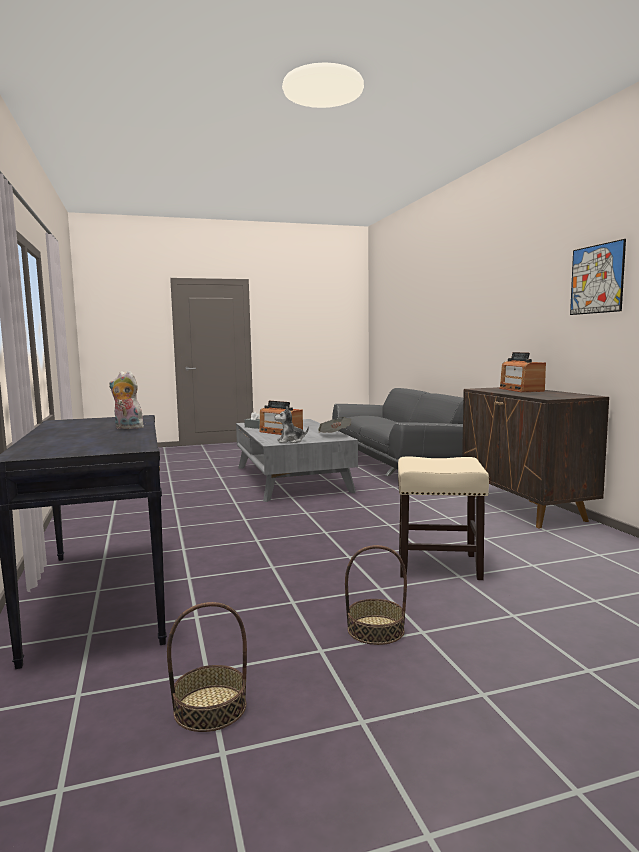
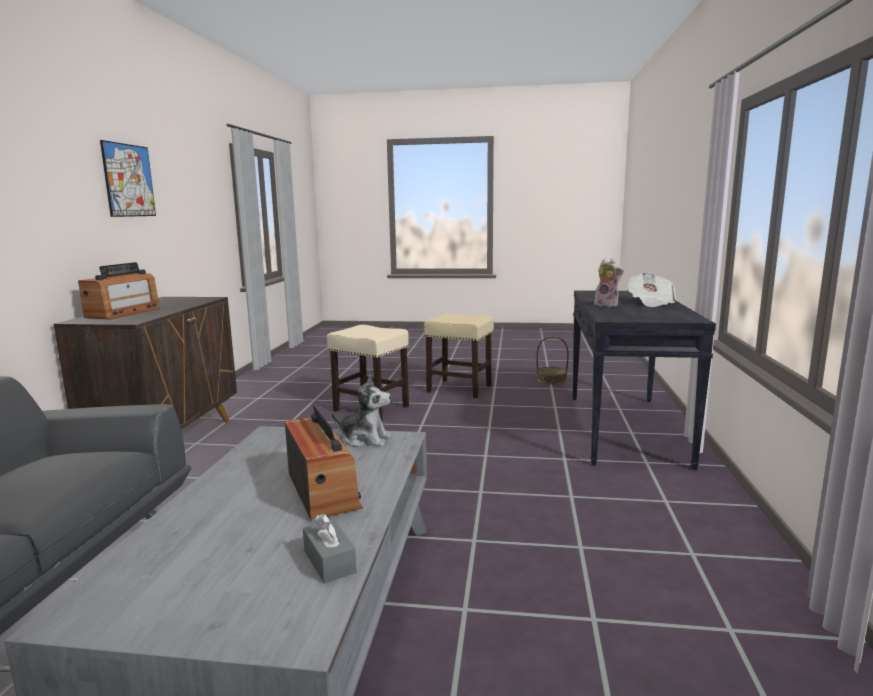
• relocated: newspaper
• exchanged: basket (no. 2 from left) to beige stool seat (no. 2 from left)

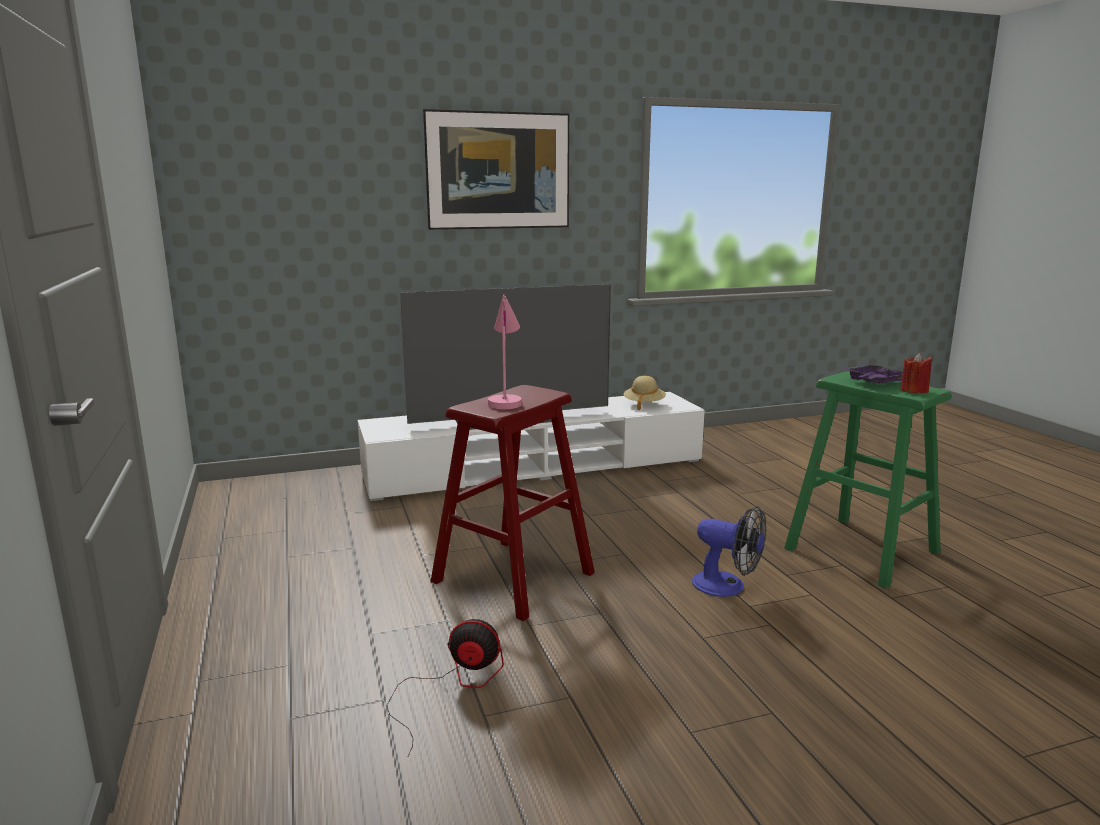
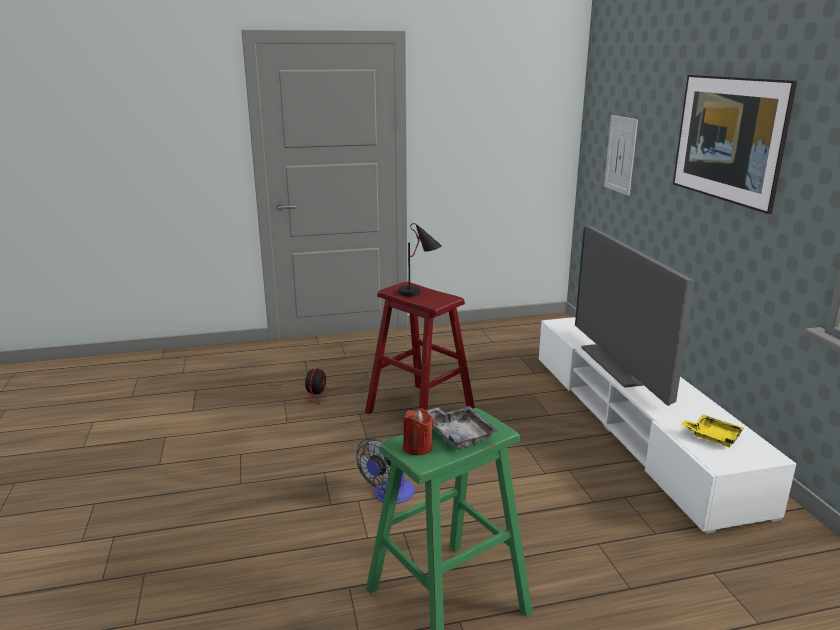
• colour: pink table lamp to black table lamp
• colour: purplish tray to grey tray
• exchanged: beige wearable hat to yellowish tray
• appeared: wall art (no. 1 from left)

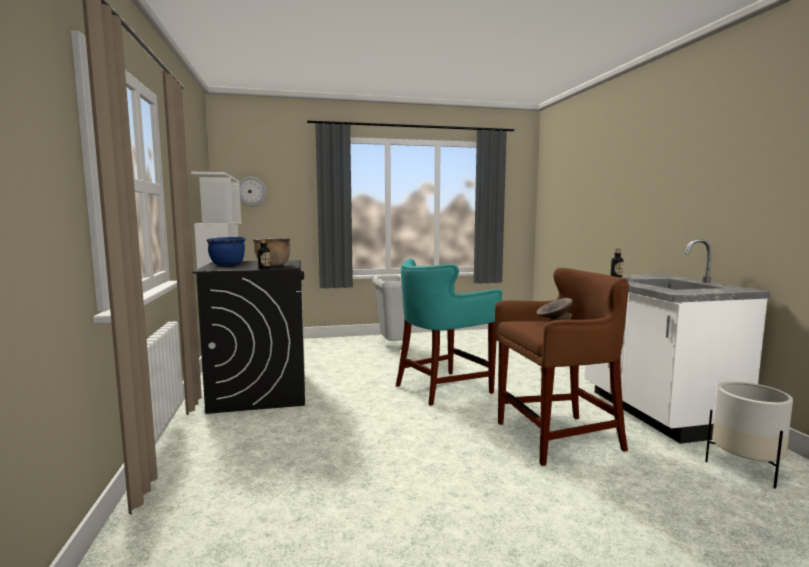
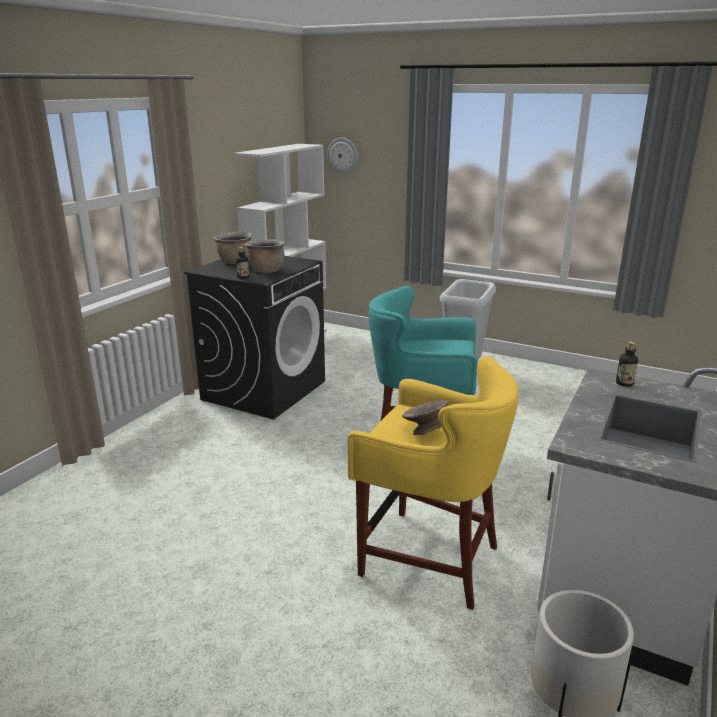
• colour: blue-coloured saucepot to brownish saucepot (no. 1 from left)
• colour: brownish stool seat to yellowish stool seat

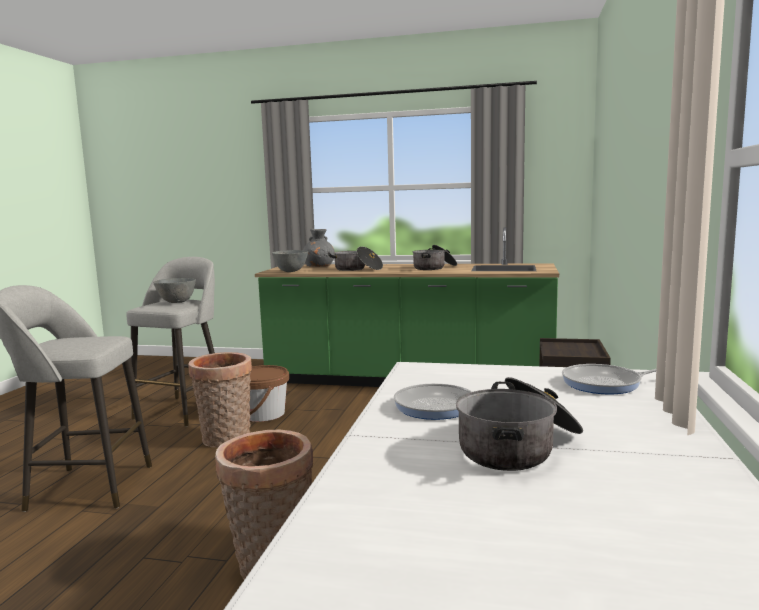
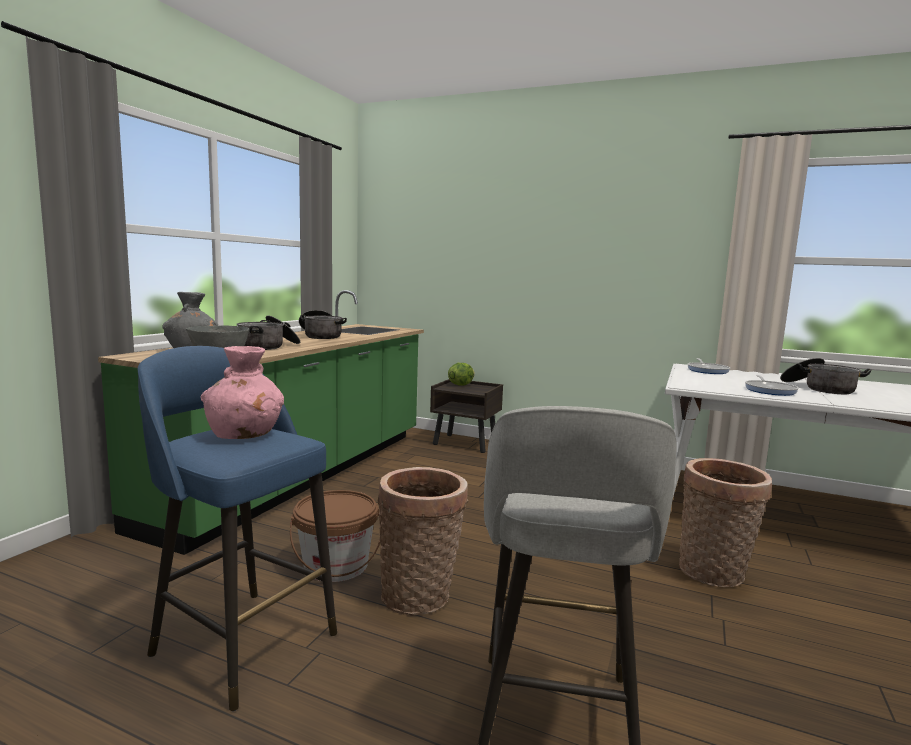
• colour: grey stool seat (no. 2 from left) to blue-coloured stool seat
• exchanged: grey deep dish (no. 1 from left) to pink decorative vase
• appeared: lettuce

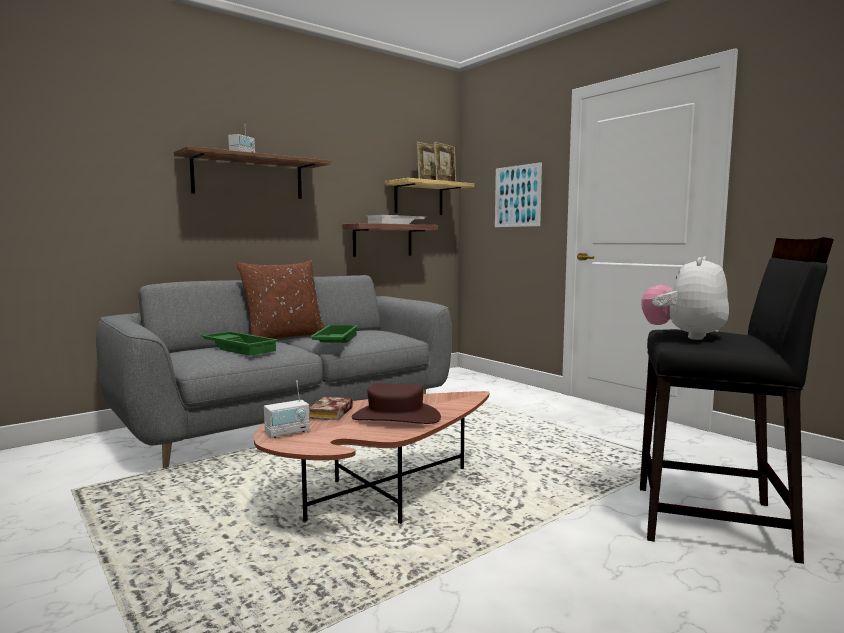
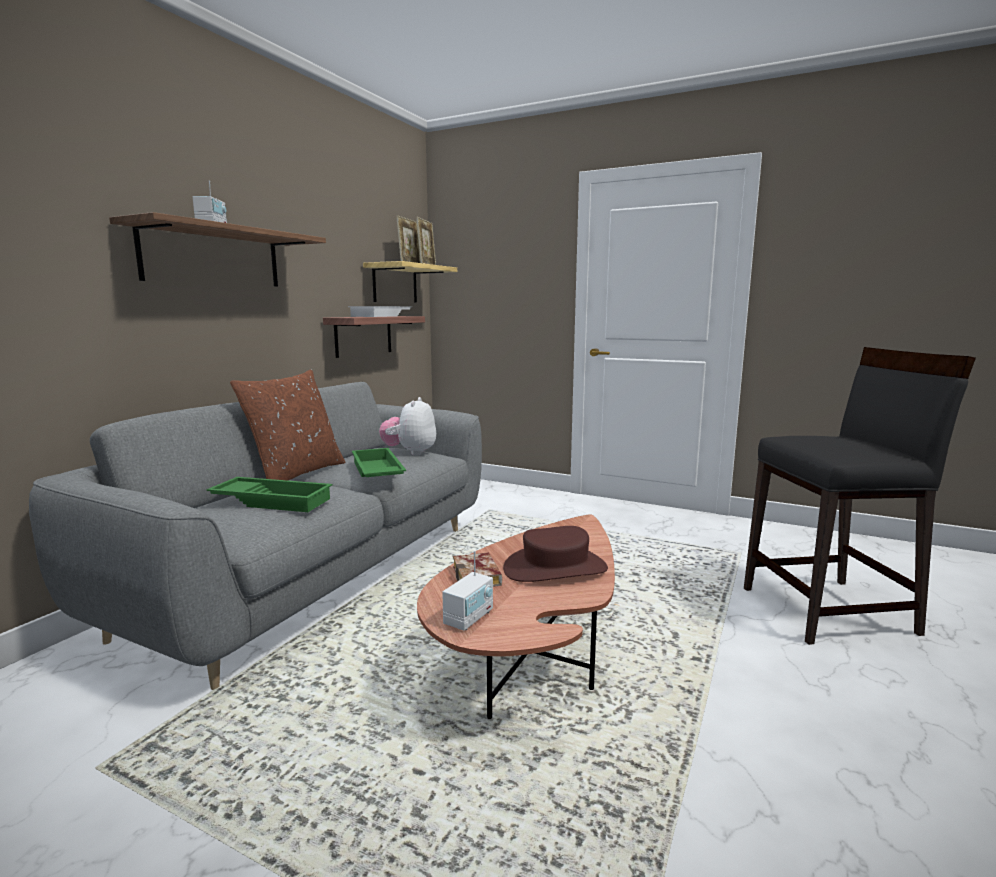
• missing: wall art
• relocated: soft toy

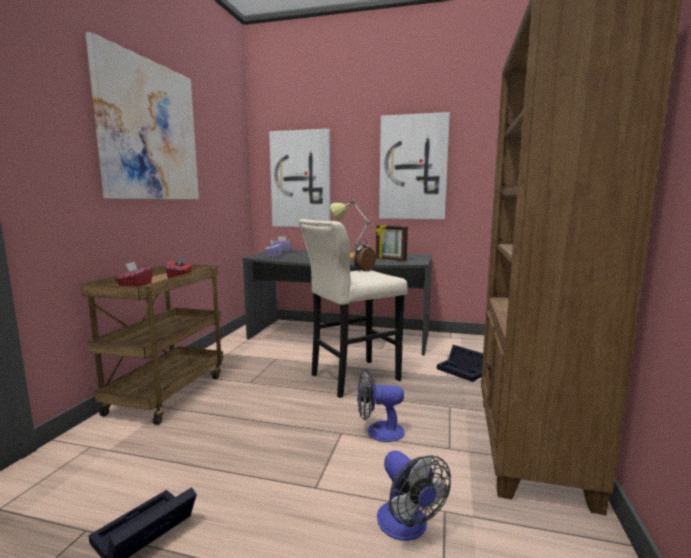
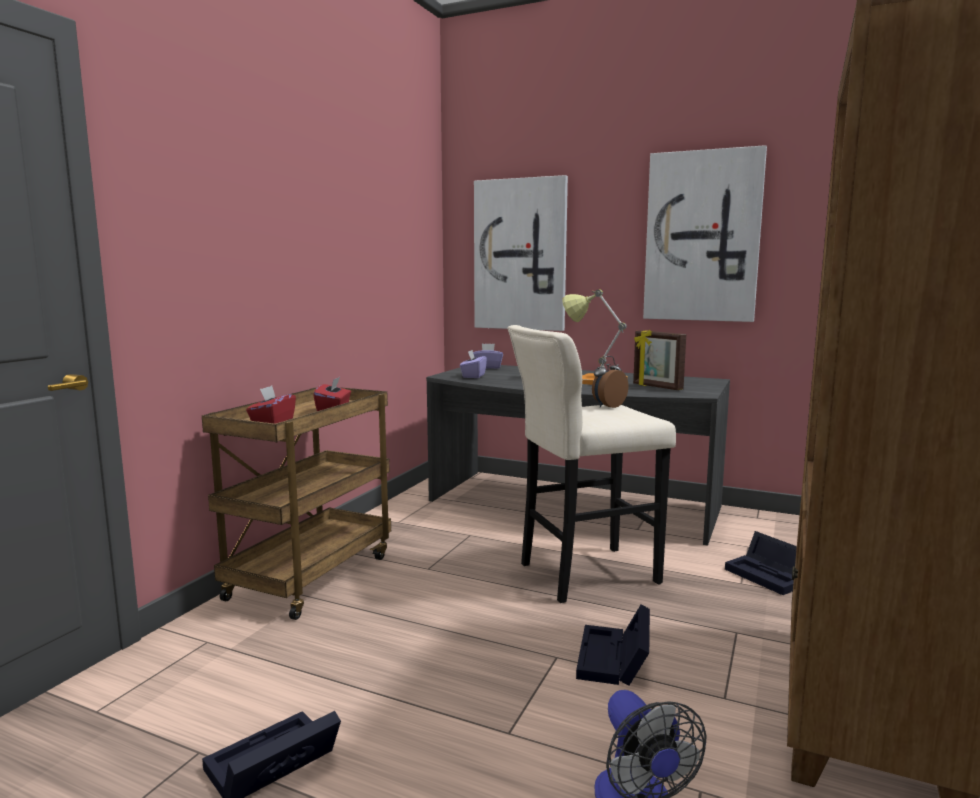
• missing: wall art (no. 1 from left)
• exchanged: fan (no. 1 from left) to black storage container (no. 2 from left)

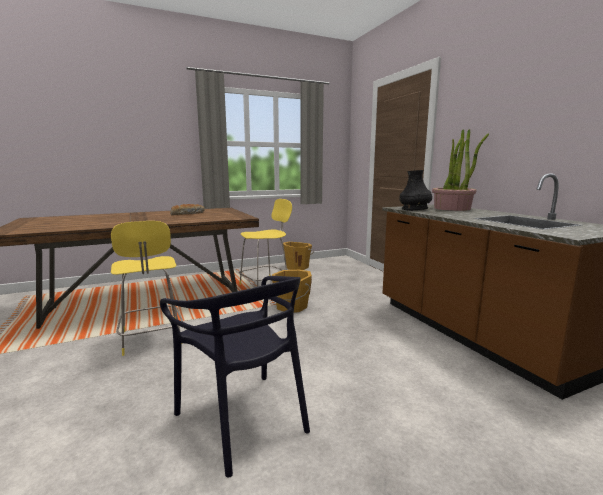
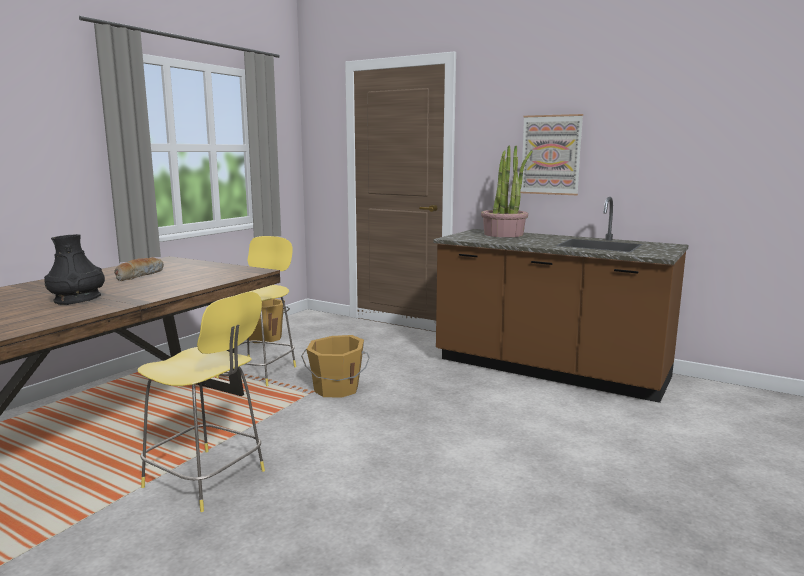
• relocated: black decorative vase
• missing: black upright chair
• appeared: wall art

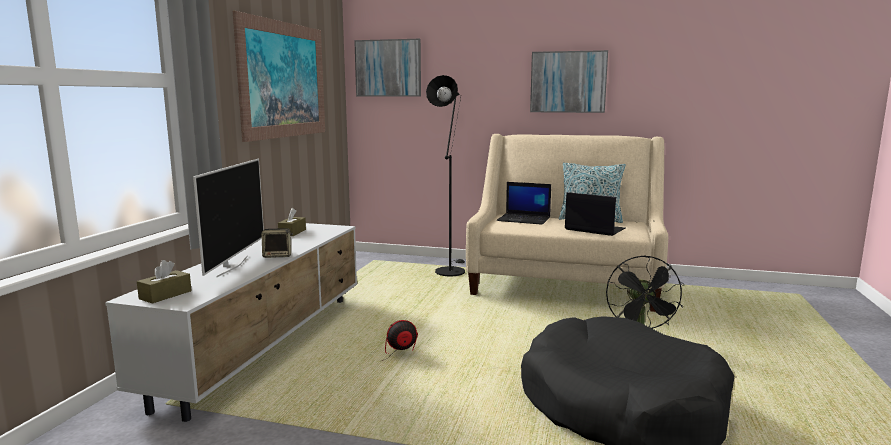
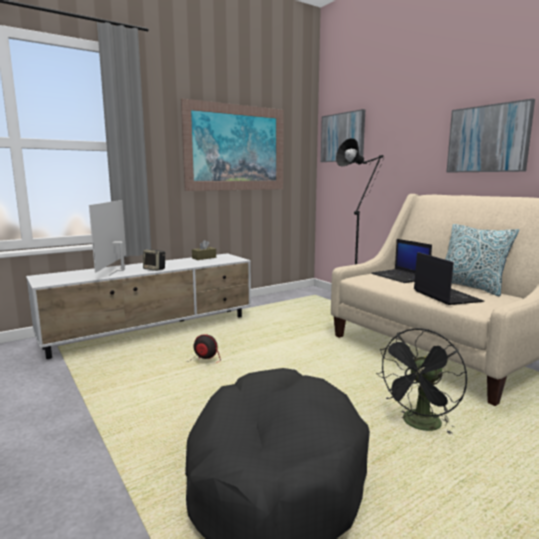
• spun: television 135 degrees clockwise
• missing: brownish tissue box (no. 1 from left)

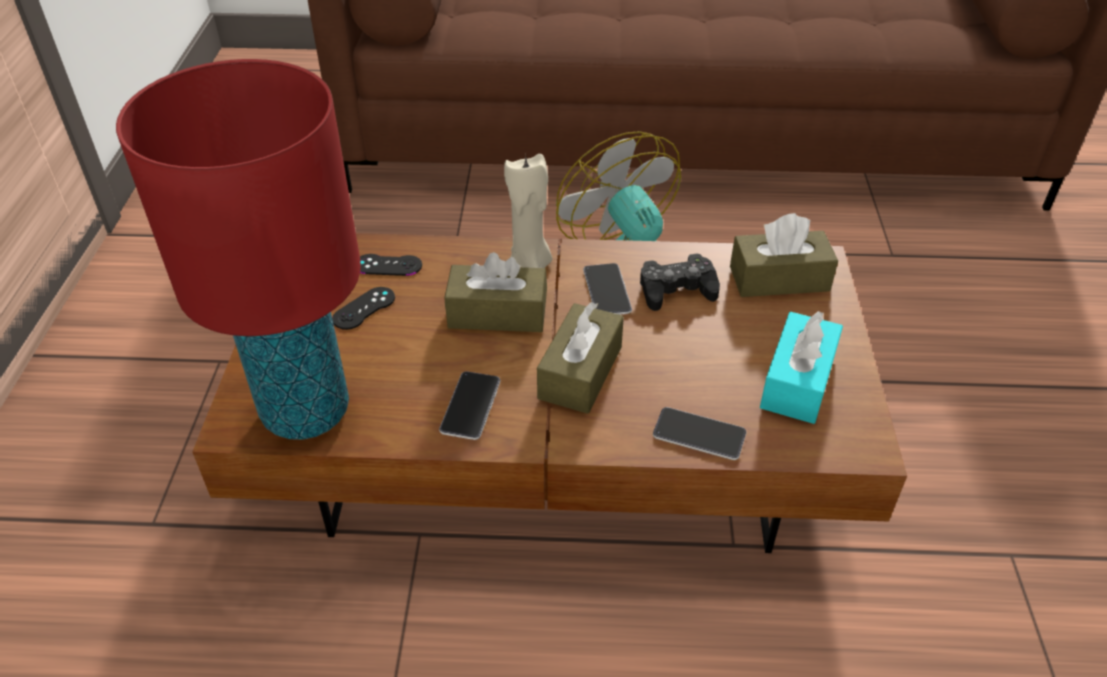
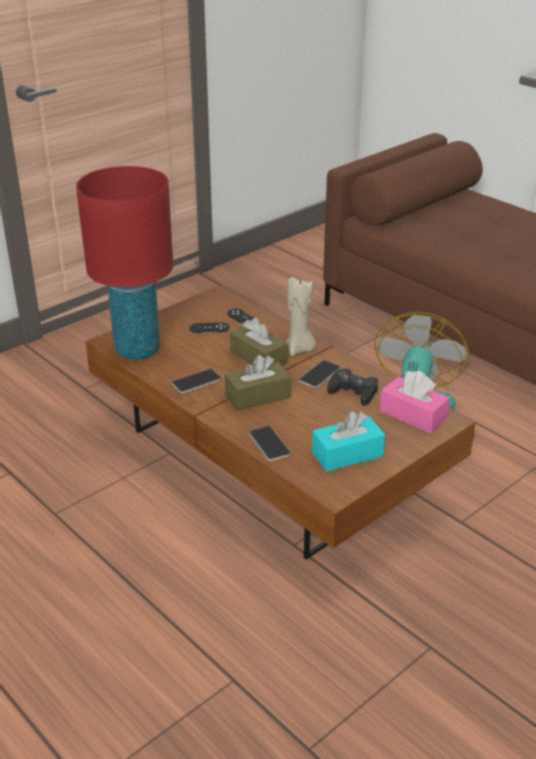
• colour: brownish tissue box (no. 3 from left) to pink tissue box

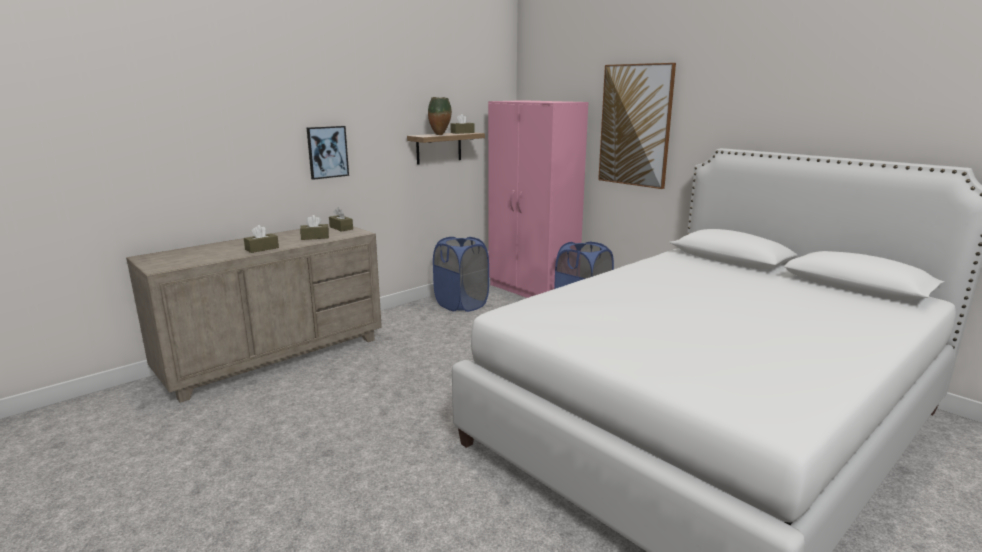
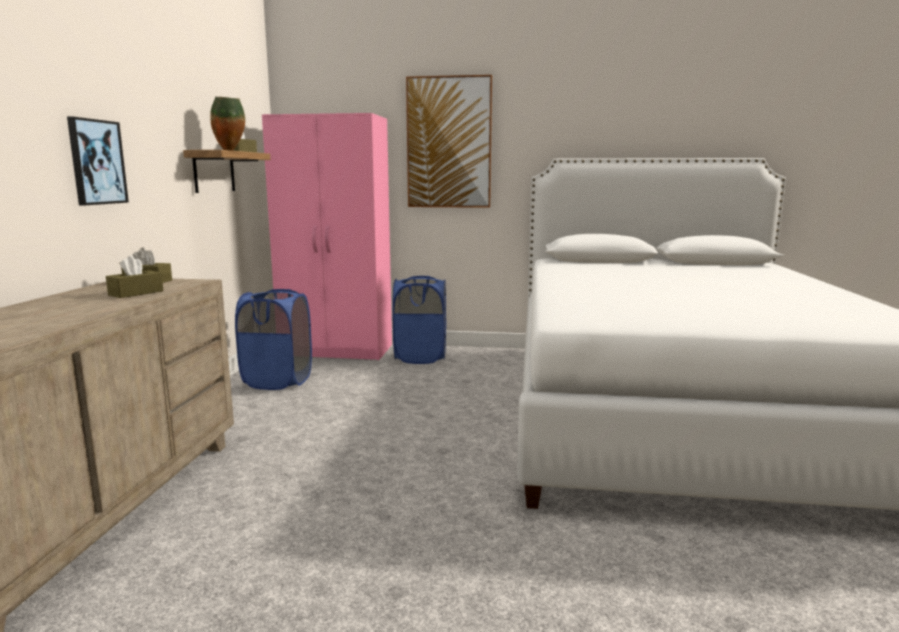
• missing: brownish tissue box (no. 1 from left)

